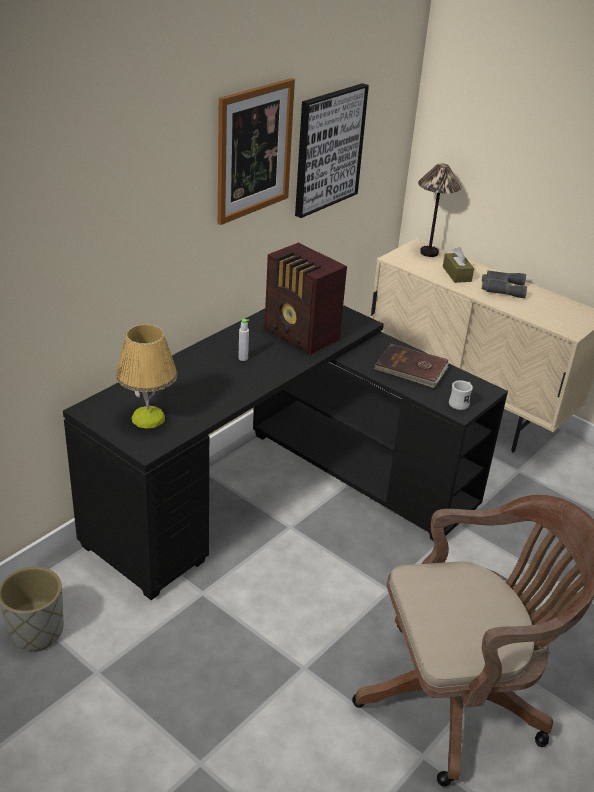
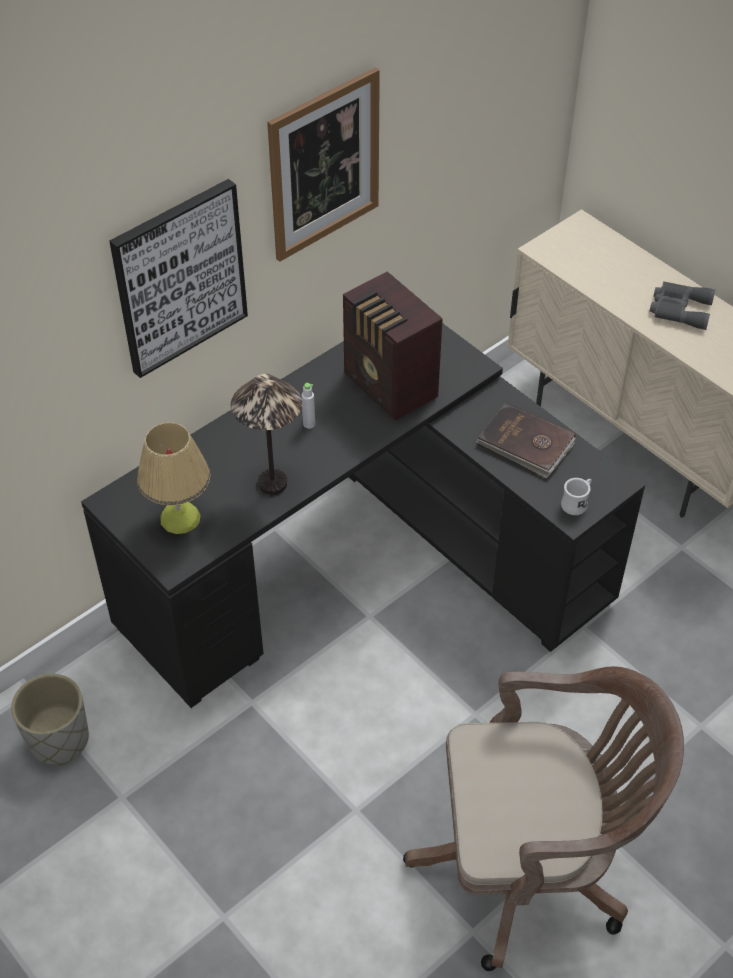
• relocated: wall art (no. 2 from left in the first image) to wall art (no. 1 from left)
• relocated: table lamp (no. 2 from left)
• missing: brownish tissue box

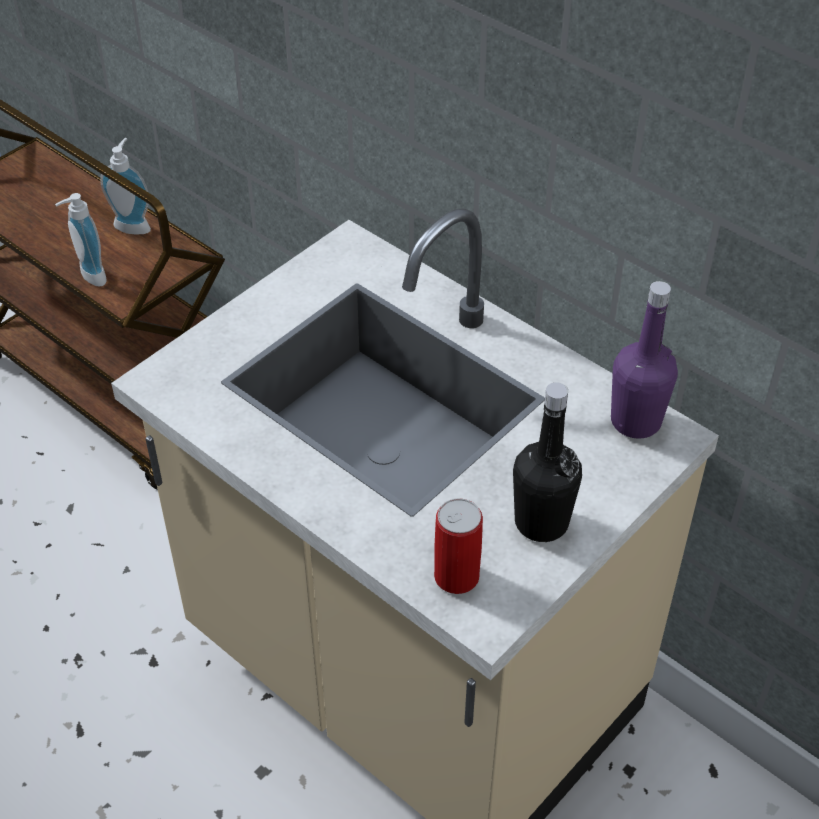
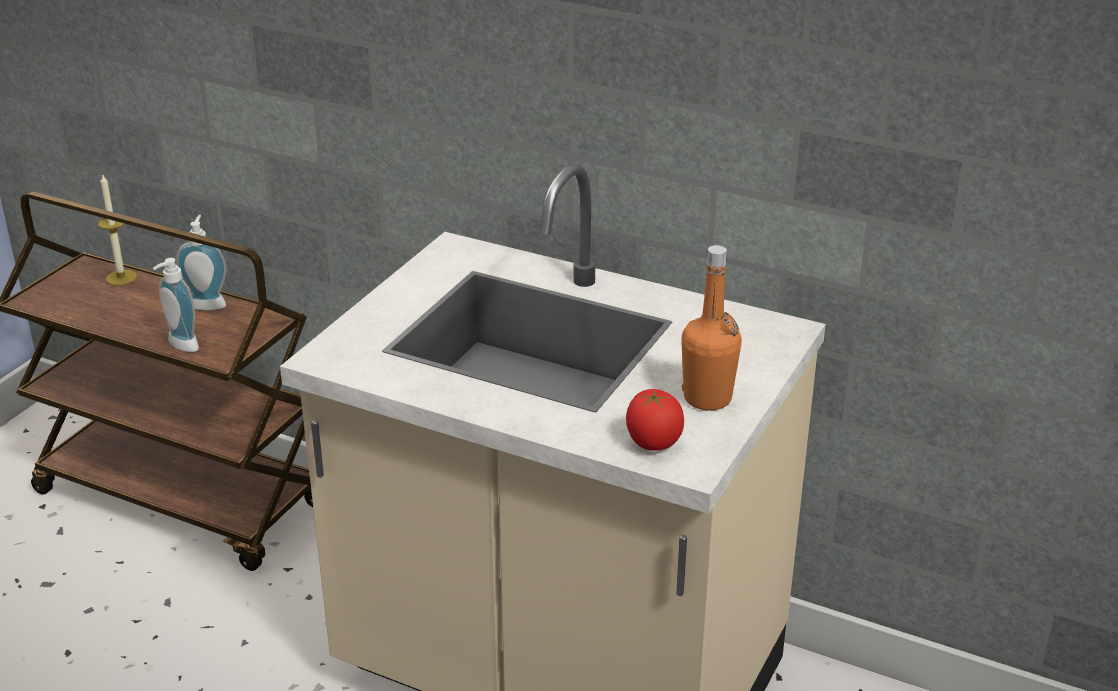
• missing: purplish drink bottle
• colour: black drink bottle to orange drink bottle
• exchanged: can to tomato
• appeared: candle

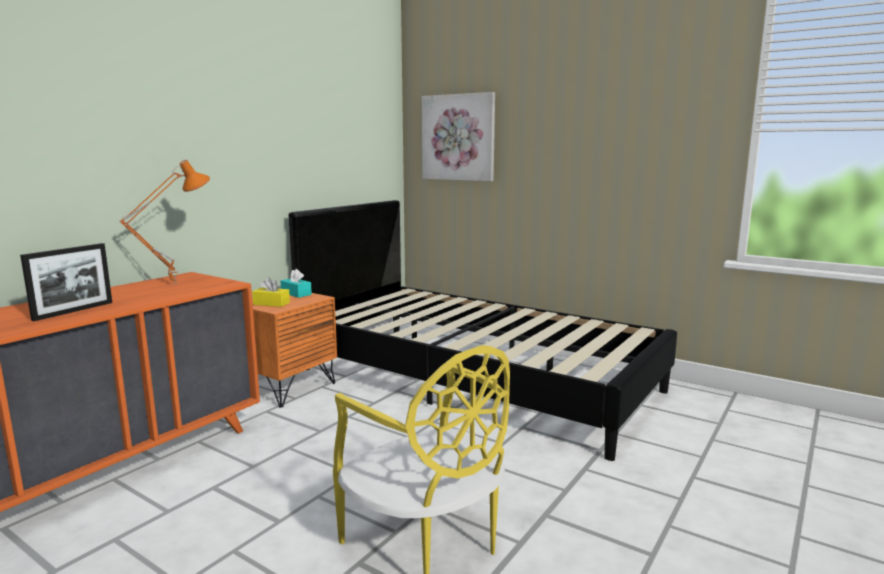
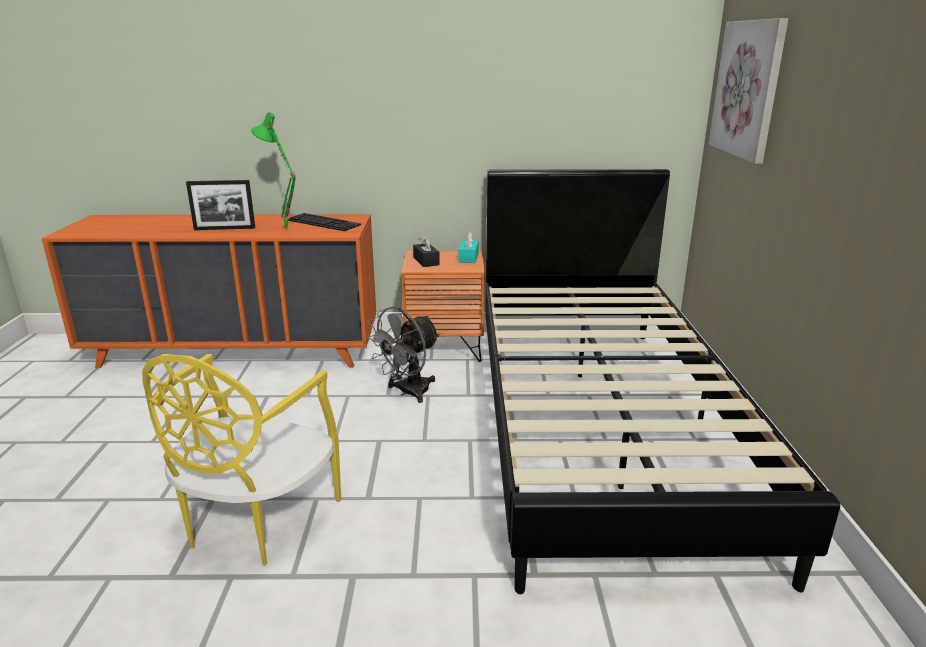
• exchanged: orange table lamp to PC keyboard
• colour: yellowish tissue box to black tissue box
• appeared: green-coloured table lamp
• appeared: grey fan

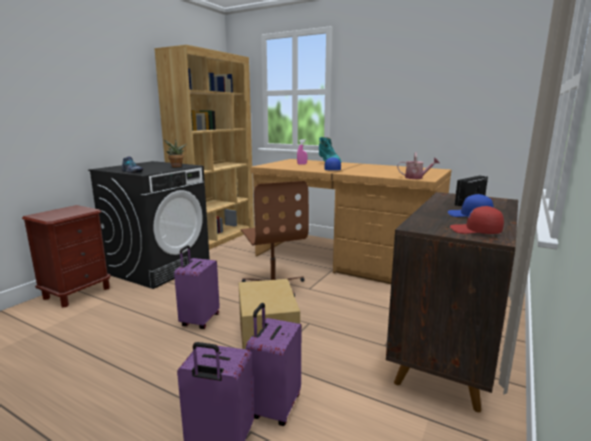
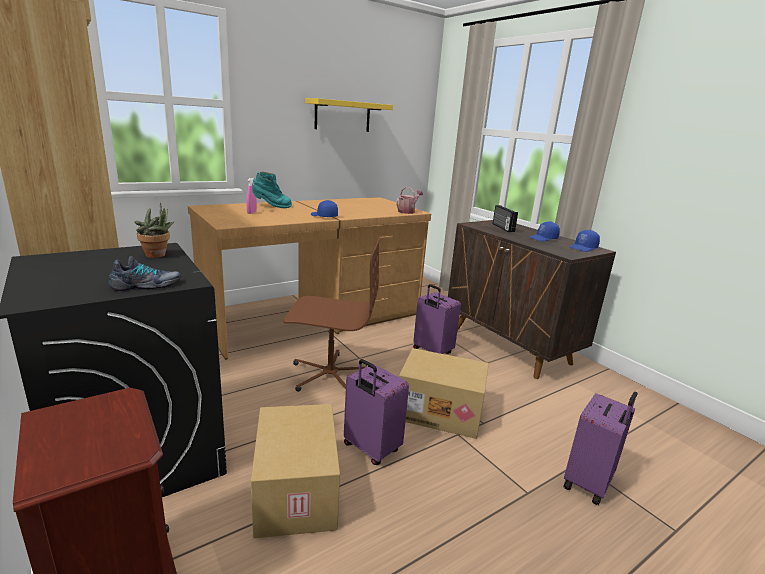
• colour: red peaked cap to blue-coloured peaked cap (no. 3 from left)
• relocated: purplish travel case (no. 3 from left in the first image) to purplish travel case (no. 2 from left)
• appeared: yellowish shelf
• appeared: carton (no. 1 from left)

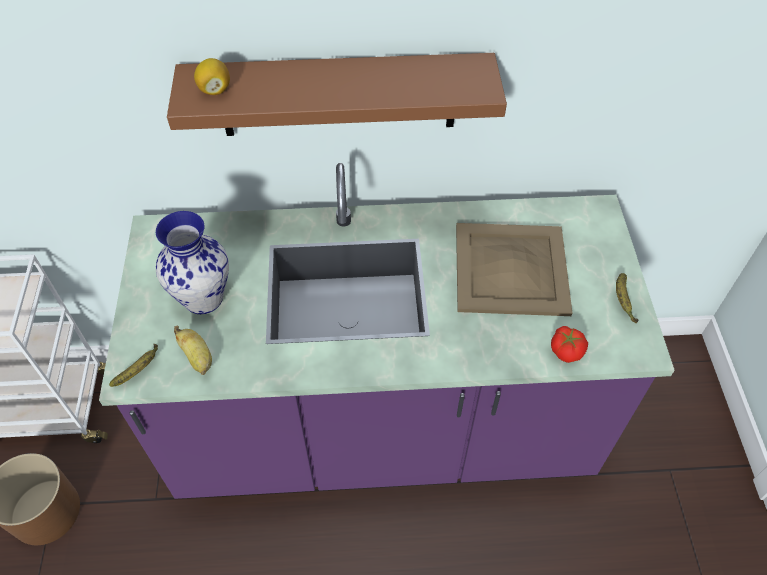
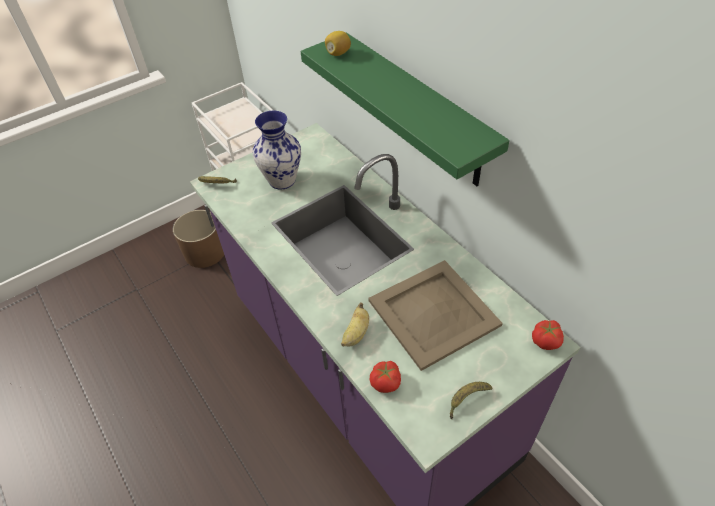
• colour: brownish shelf to green-coloured shelf
• relocated: banana (no. 2 from left)
• appeared: tomato (no. 2 from left)

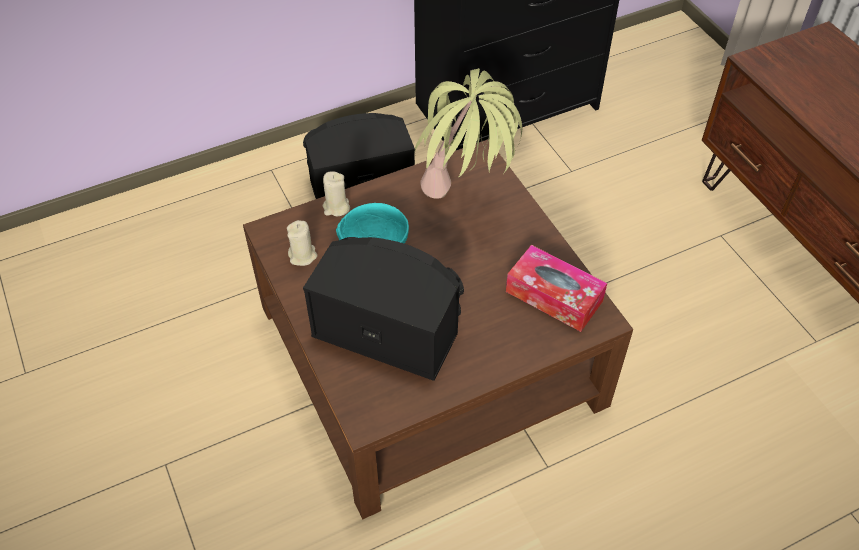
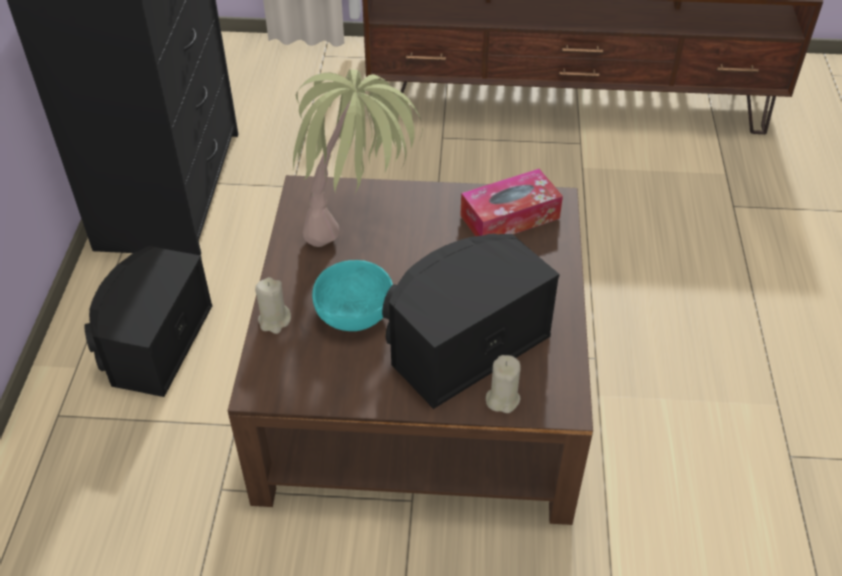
• relocated: beige candle (no. 1 from left in the first image) to beige candle (no. 2 from left)

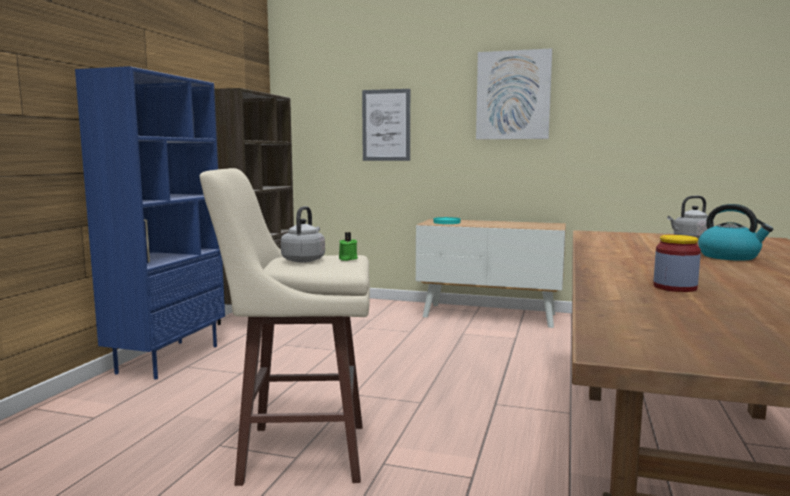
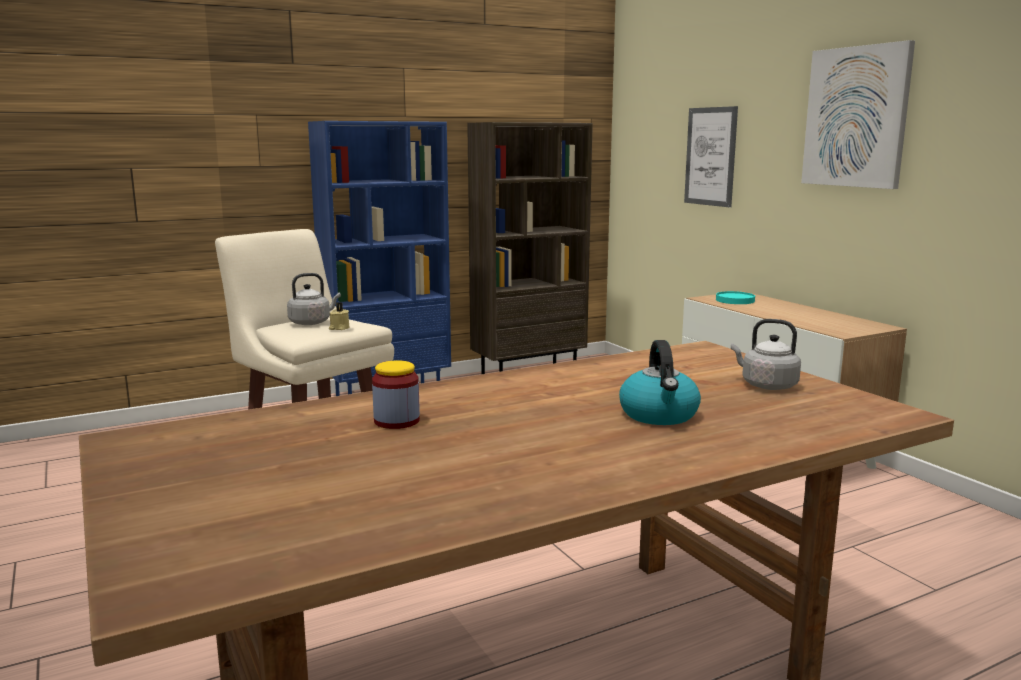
• colour: green-coloured candle to beige candle

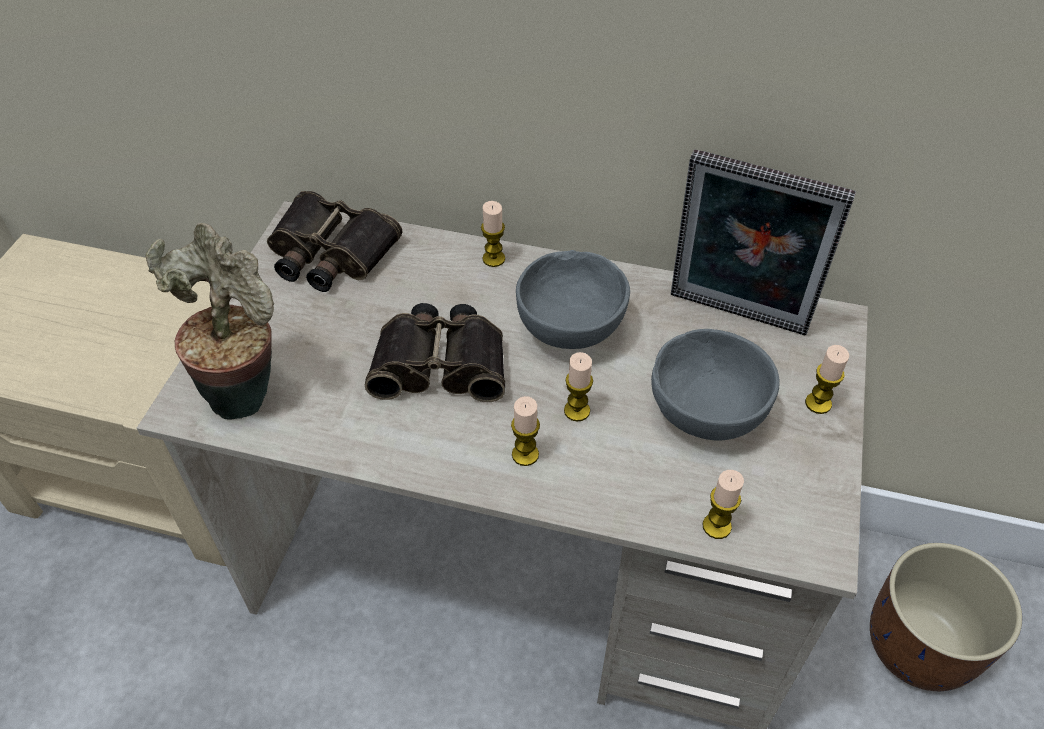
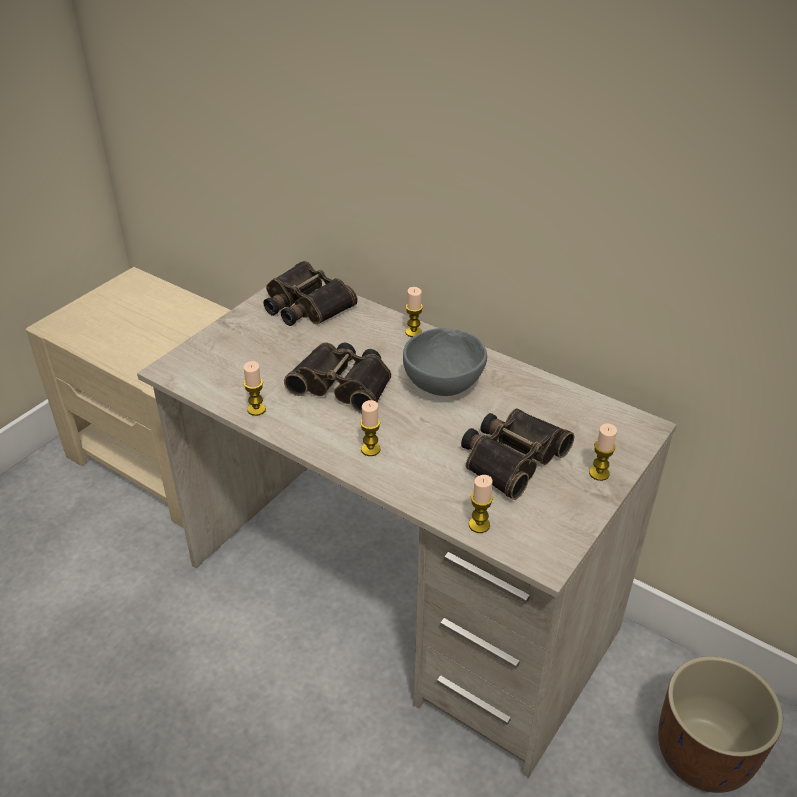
• missing: photo frame
• missing: plant in a pot
• exchanged: grey deep dish (no. 2 from left) to field glasses (no. 3 from left)
• relocated: candle (no. 3 from left in the first image) to candle (no. 1 from left)

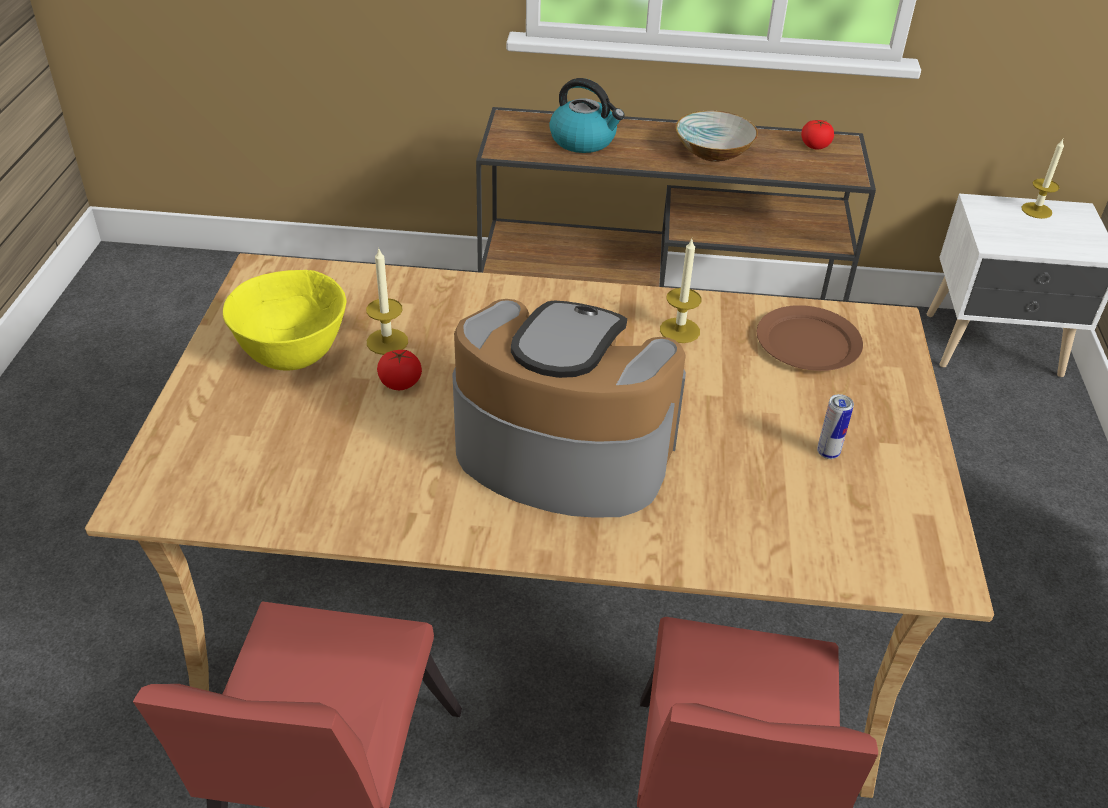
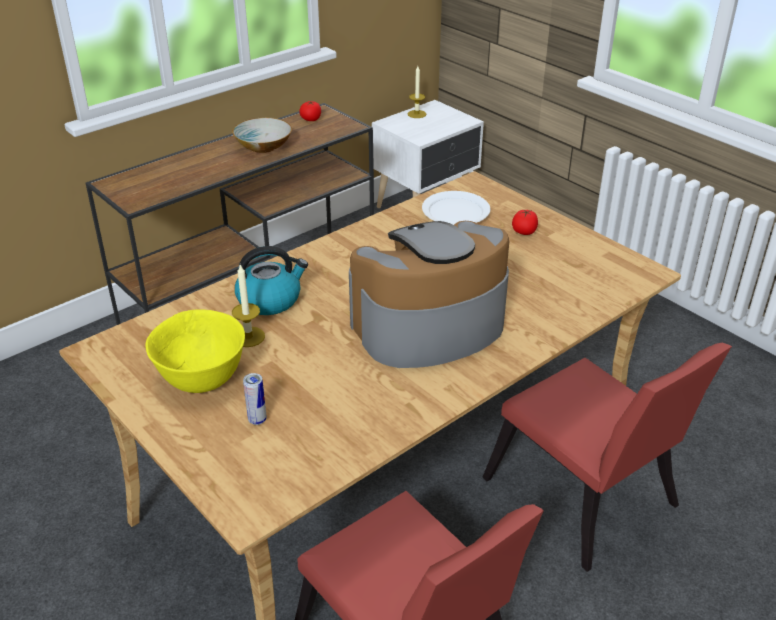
• relocated: water kettle
• missing: candle (no. 2 from left)
• colour: brownish flat dish to white-coloured flat dish
• relocated: tomato (no. 1 from left in the first image) to tomato (no. 2 from left)
• relocated: can

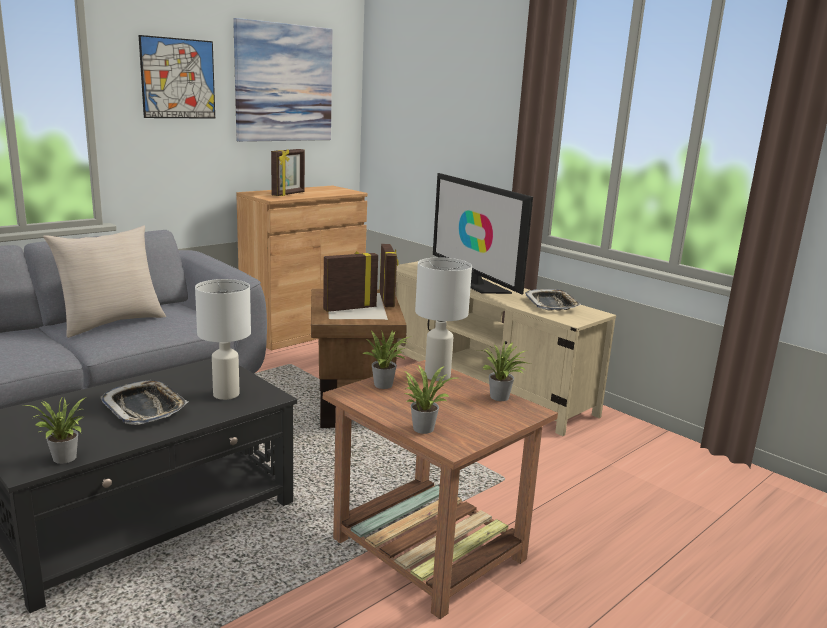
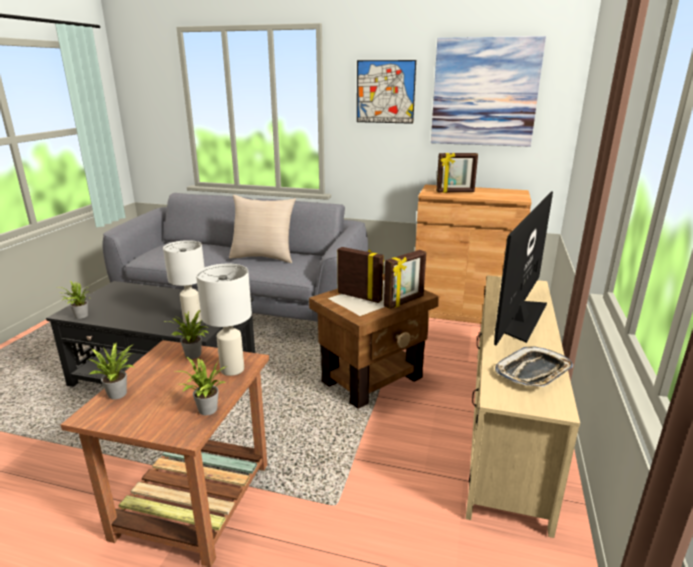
• missing: tray (no. 1 from left)

